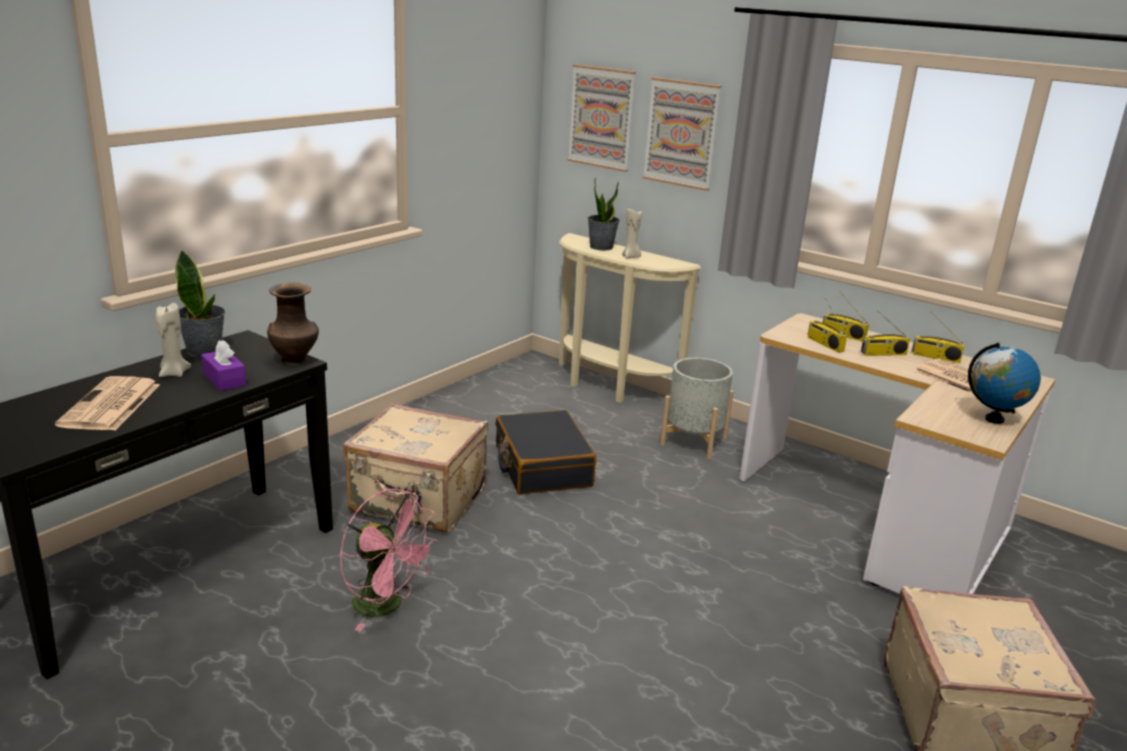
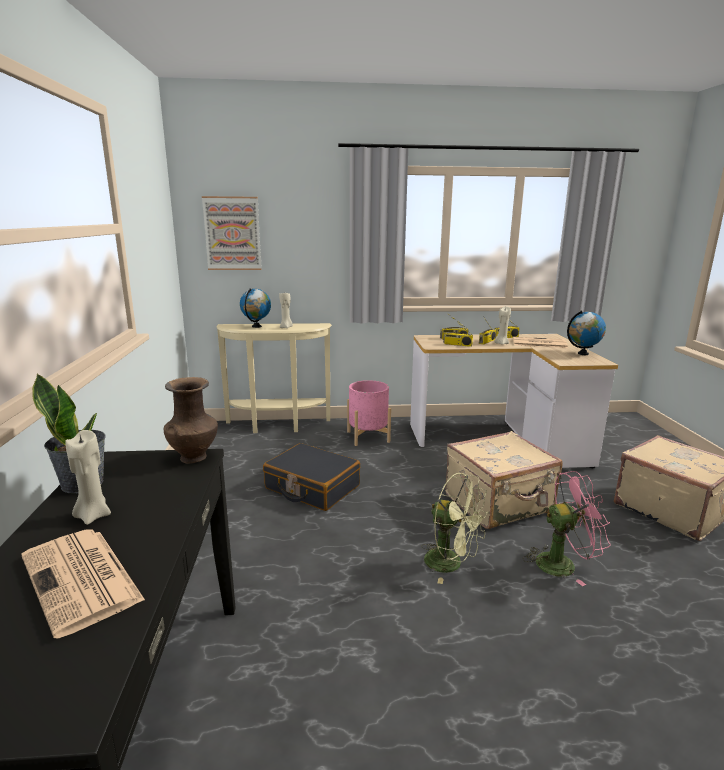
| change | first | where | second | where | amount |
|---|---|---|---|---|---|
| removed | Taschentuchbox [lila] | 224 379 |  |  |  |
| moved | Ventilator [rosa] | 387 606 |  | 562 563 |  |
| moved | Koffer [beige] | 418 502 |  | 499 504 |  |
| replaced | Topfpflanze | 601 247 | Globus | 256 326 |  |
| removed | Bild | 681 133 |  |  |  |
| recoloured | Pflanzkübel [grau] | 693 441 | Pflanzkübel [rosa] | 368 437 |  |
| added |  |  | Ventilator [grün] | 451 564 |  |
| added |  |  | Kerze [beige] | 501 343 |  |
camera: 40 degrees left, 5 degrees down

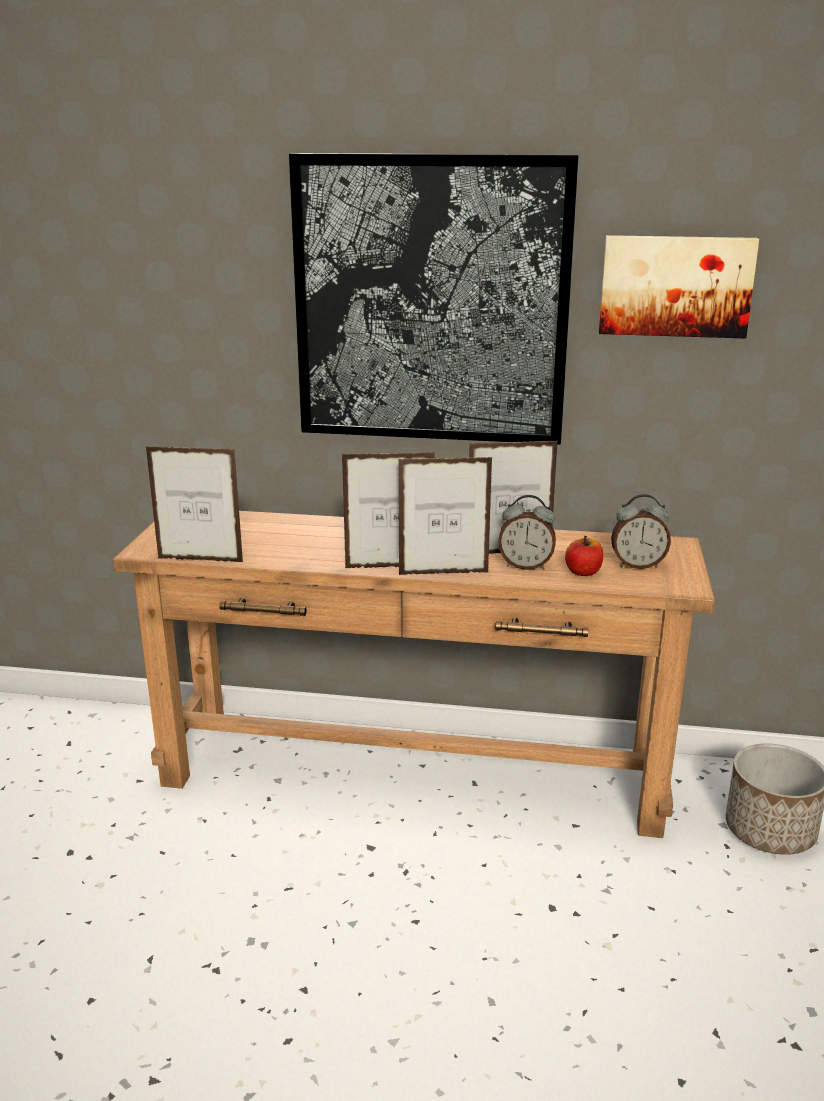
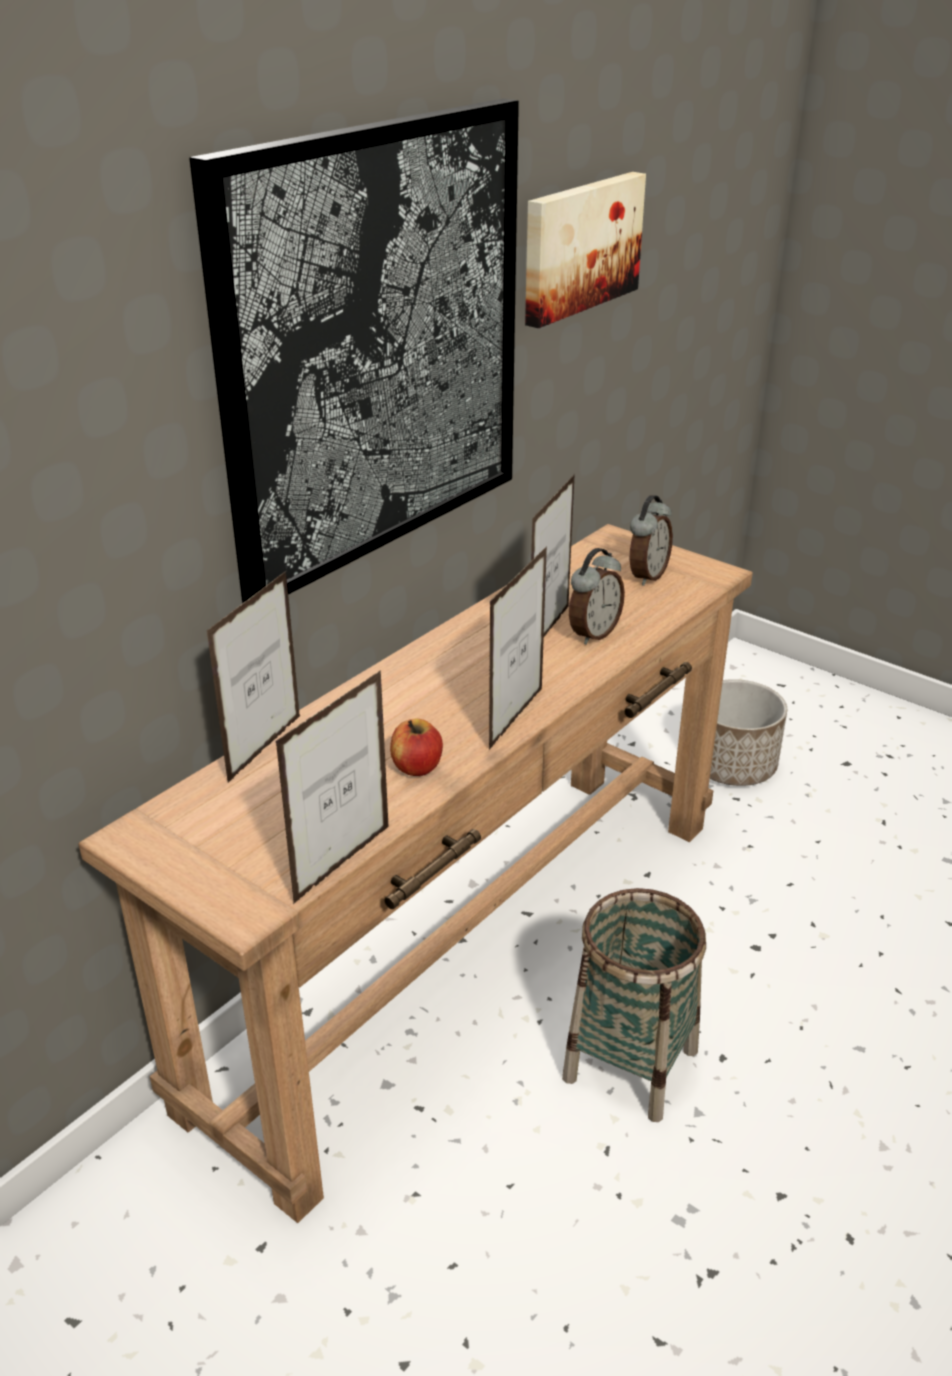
| change | first | where | second | where | amount |
|---|---|---|---|---|---|
| moved | Bilderrahmen | 444 573 |  | 265 748 |  |
| moved | Apfel | 583 572 |  | 417 767 |  |
| added |  |  | Korb | 630 1064 |  |
camera: 60 degrees left, 10 degrees up

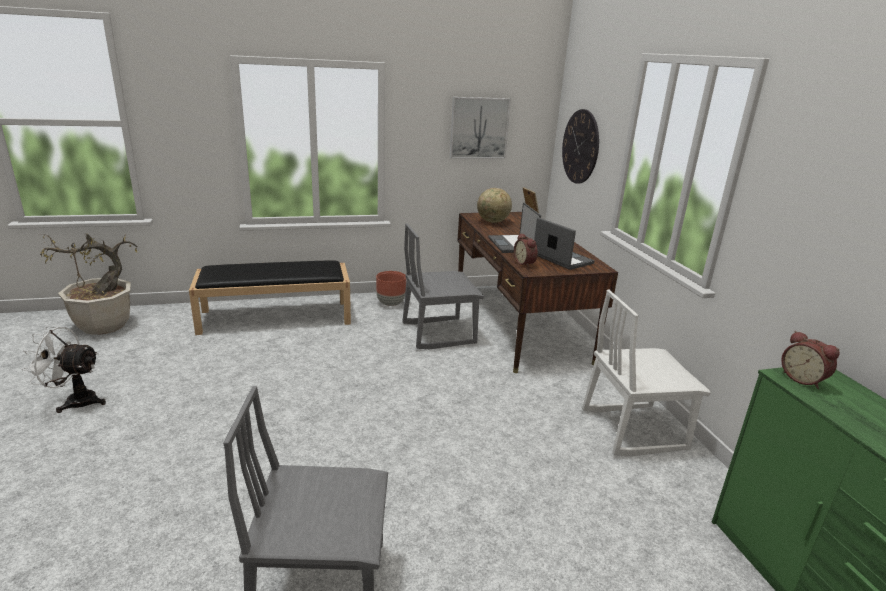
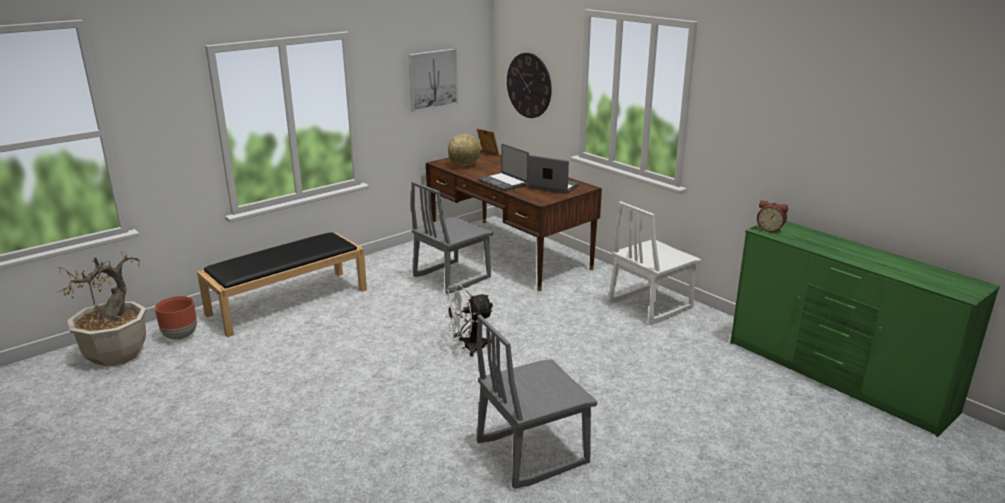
| change | first | where | second | where | amount |
|---|---|---|---|---|---|
| moved | Ventilator [weiß] | 75 401 |  | 468 347 |  |
| moved | Pflanzkübel [braun] | 391 304 |  | 180 336 |  |
| removed | Wecker | 525 263 |  |  |  |
camera: 25 degrees left, 0 degrees up

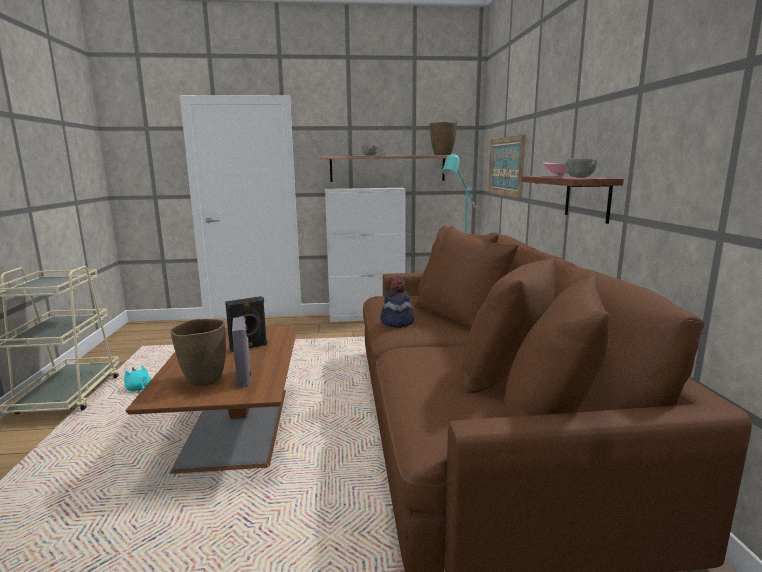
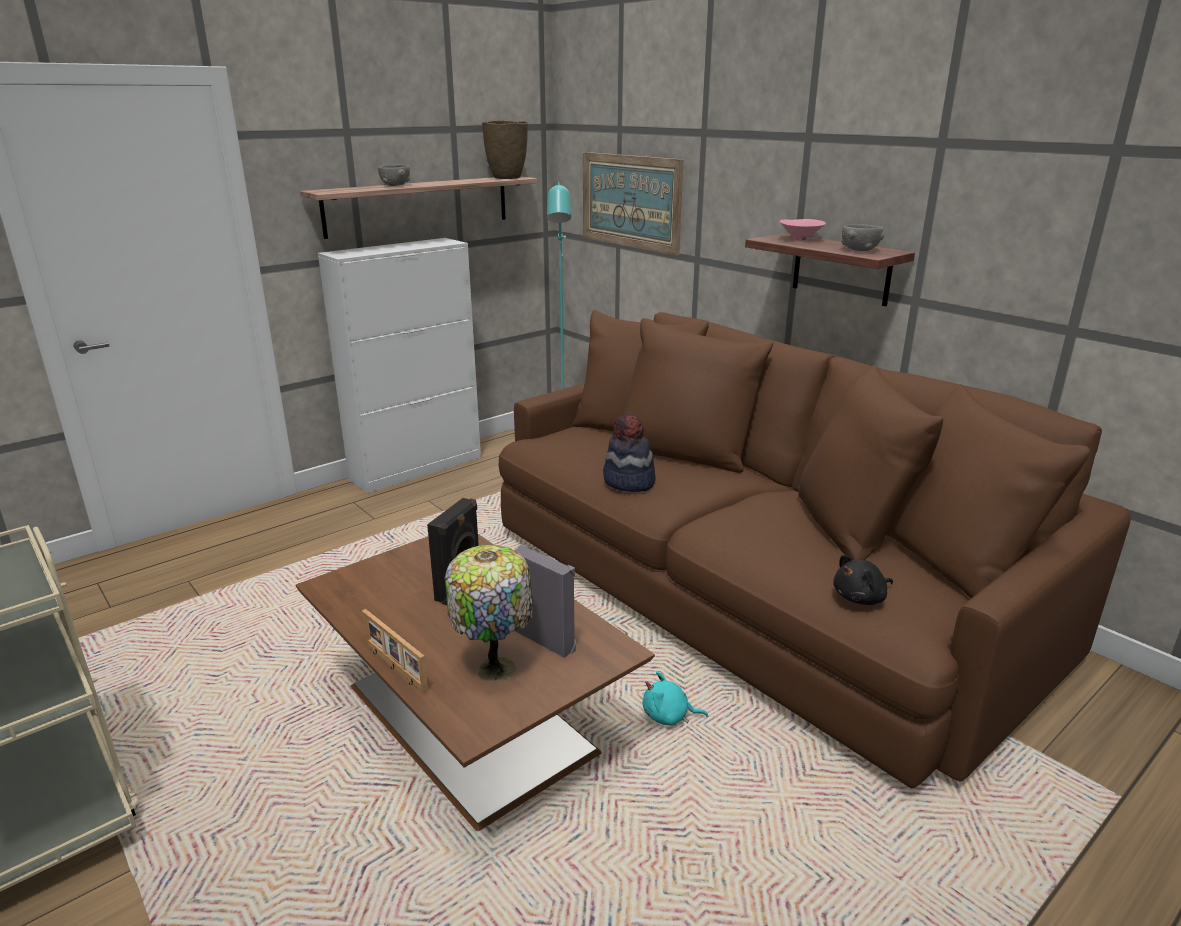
| change | first | where | second | where | amount |
|---|---|---|---|---|---|
| moved | Plüschtier [türkis] | 139 389 |  | 669 716 |  |
| replaced | Vase [braun] | 204 380 | Tischlampe | 494 667 |  |
| added |  |  | Bilderrahmen | 394 668 |  |
| added |  |  | Plüschtier [schwarz] | 861 598 |  |
camera: 35 degrees left, 10 degrees up

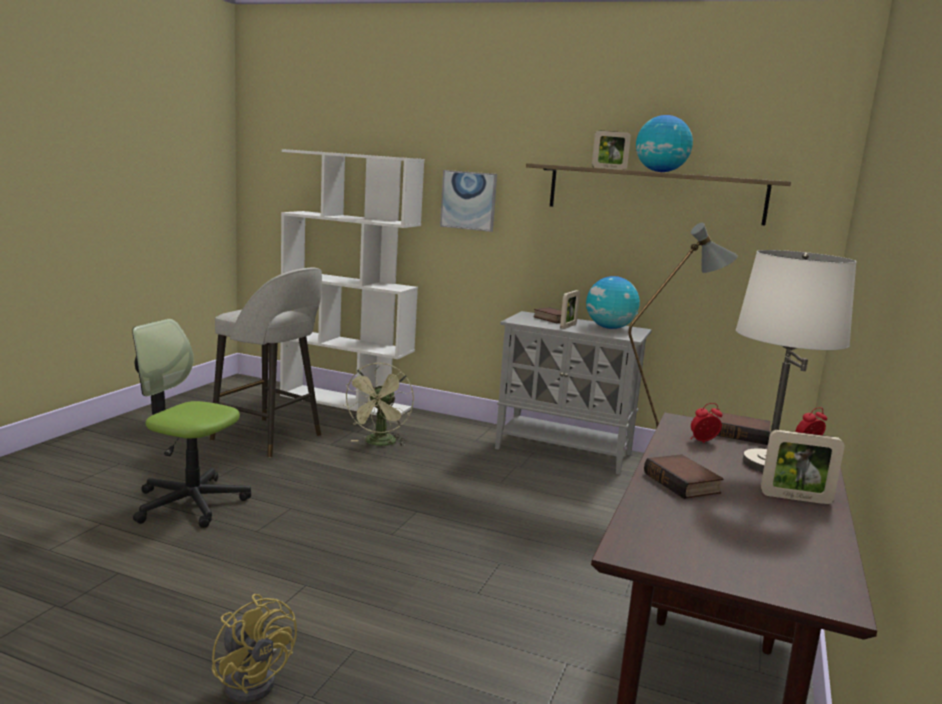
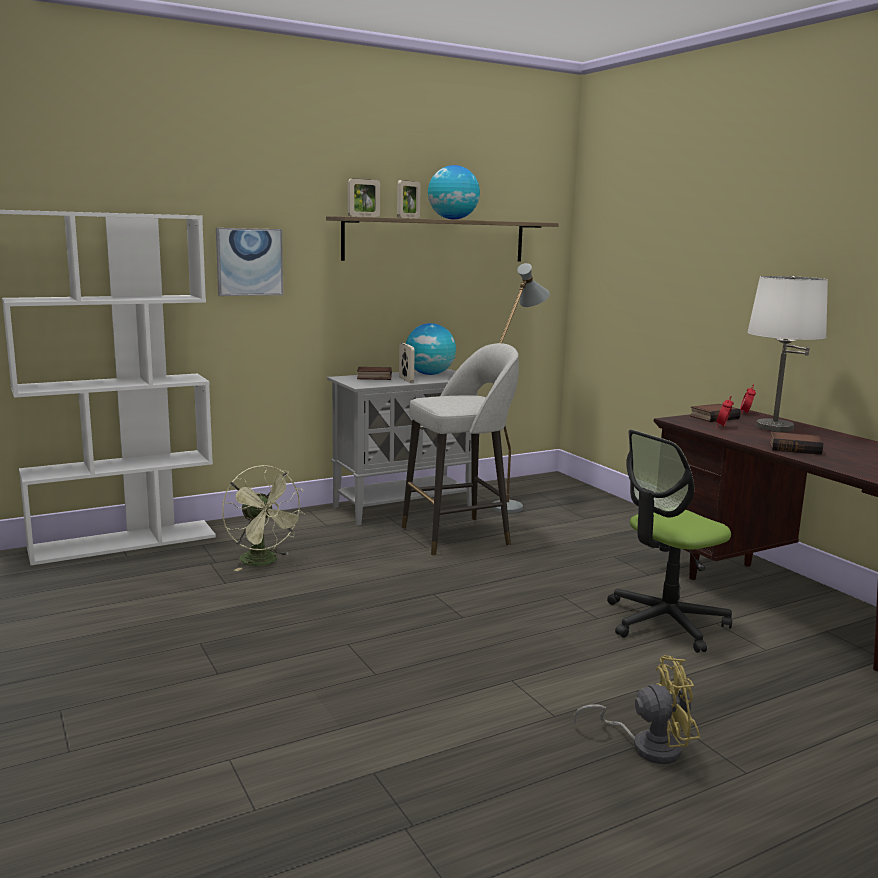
| change | first | where | second | where | amount |
|---|---|---|---|---|---|
| moved | Bürostuhl | 190 503 |  | 665 622 |  |
| moved | Hocker [grau] | 269 438 |  | 458 536 |  |
| moved | Bilderrahmen | 795 498 |  | 364 216 |  |
camera: 50 degrees left, 0 degrees up

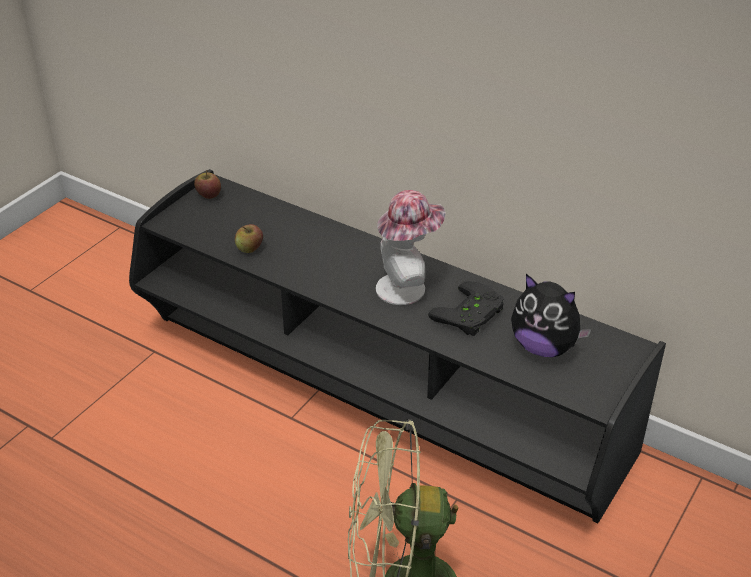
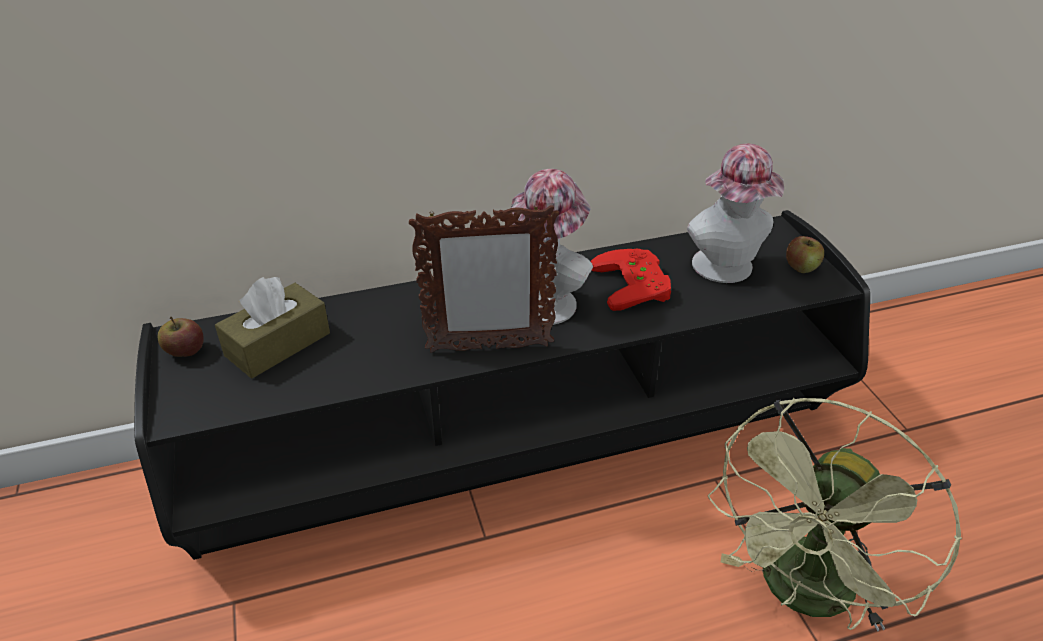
| change | first | where | second | where | amount |
|---|---|---|---|---|---|
| moved | Apfel | 250 248 |  | 801 267 |  |
| recoloured | Gamepad [schwarz] | 471 315 | Gamepad [rot] | 636 284 |  |
| replaced | Plüschtier | 544 347 | Hut | 726 270 |  |
| added |  |  | Taschentuchbox [braun] | 278 344 |  |
| added |  |  | Bilderrahmen | 488 348 |  |
camera: 50 degrees left, 0 degrees up

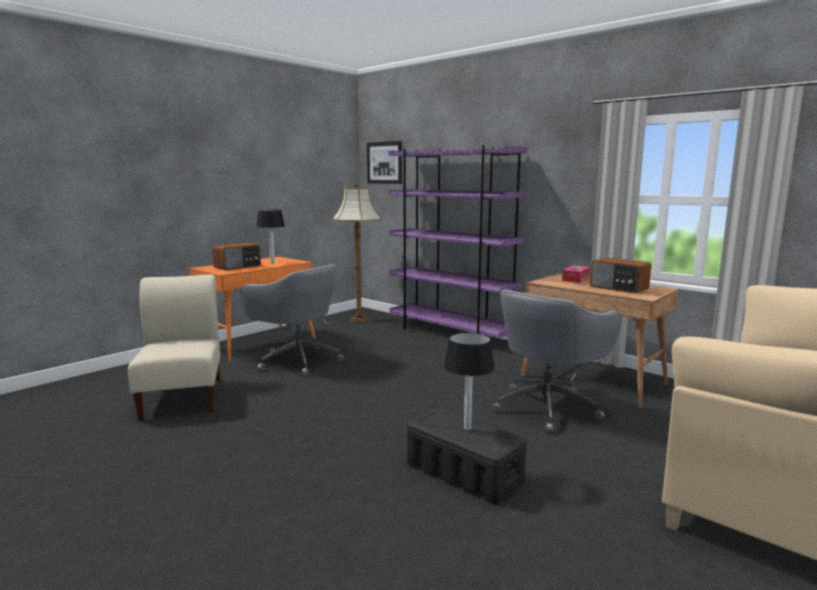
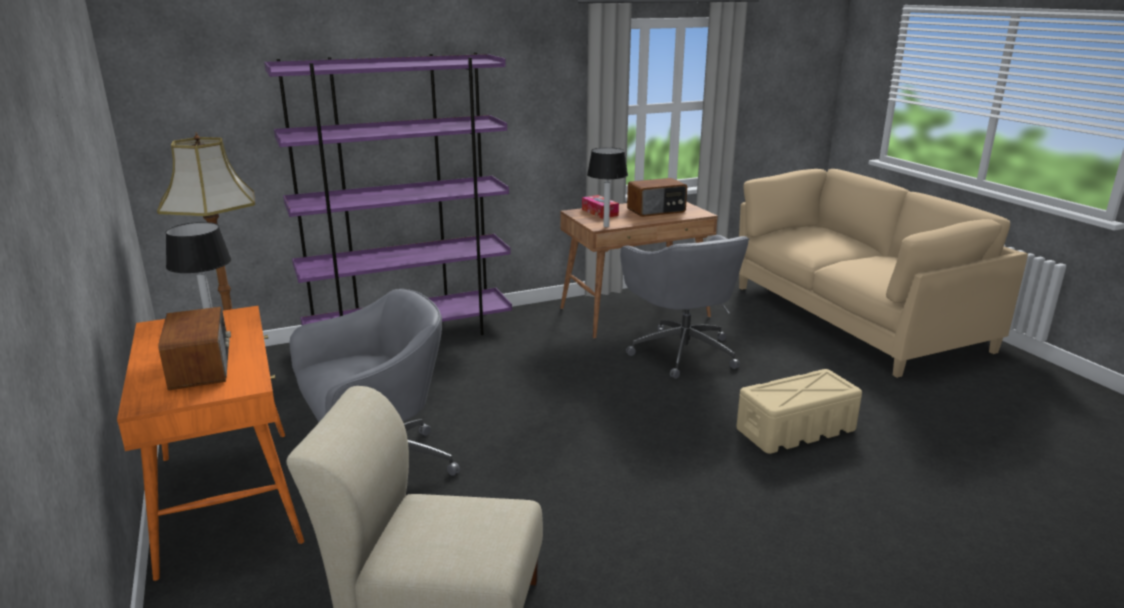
| change | first | where | second | where | amount |
|---|---|---|---|---|---|
| removed | Bild | 384 162 |  |  |  |
| recoloured | Aufbewahrungsbox [schwarz] | 463 472 | Aufbewahrungsbox [beige] | 795 430 |  |
| moved | Tischlampe | 466 428 |  | 606 226 |  |
camera: 65 degrees left, 10 degrees up

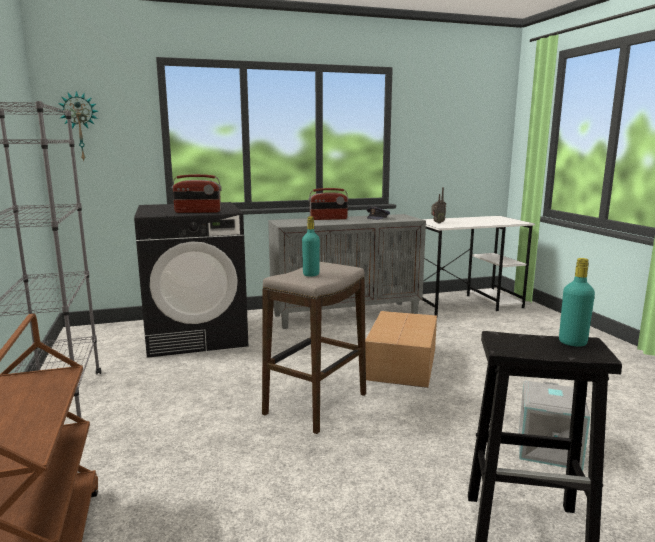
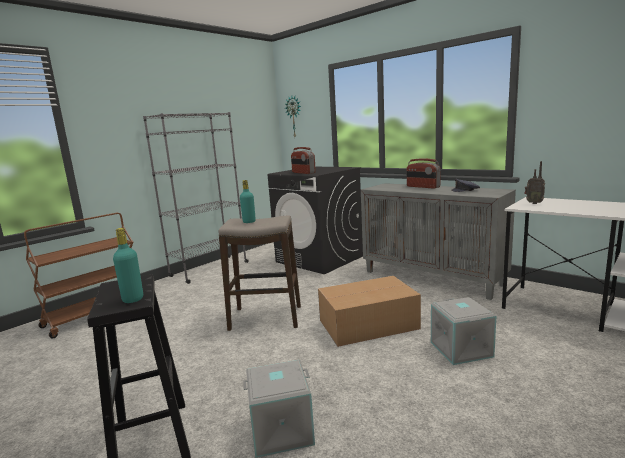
| change | first | where | second | where | amount |
|---|---|---|---|---|---|
| added |  |  | Aufbewahrungsbox [grau] | 462 349 |  |
camera: 60 degrees right, 0 degrees up

